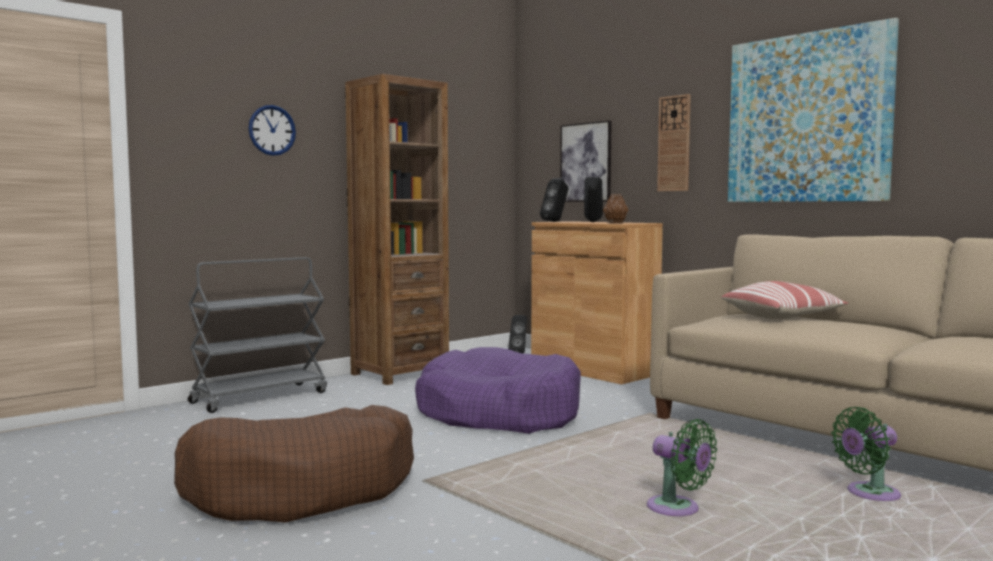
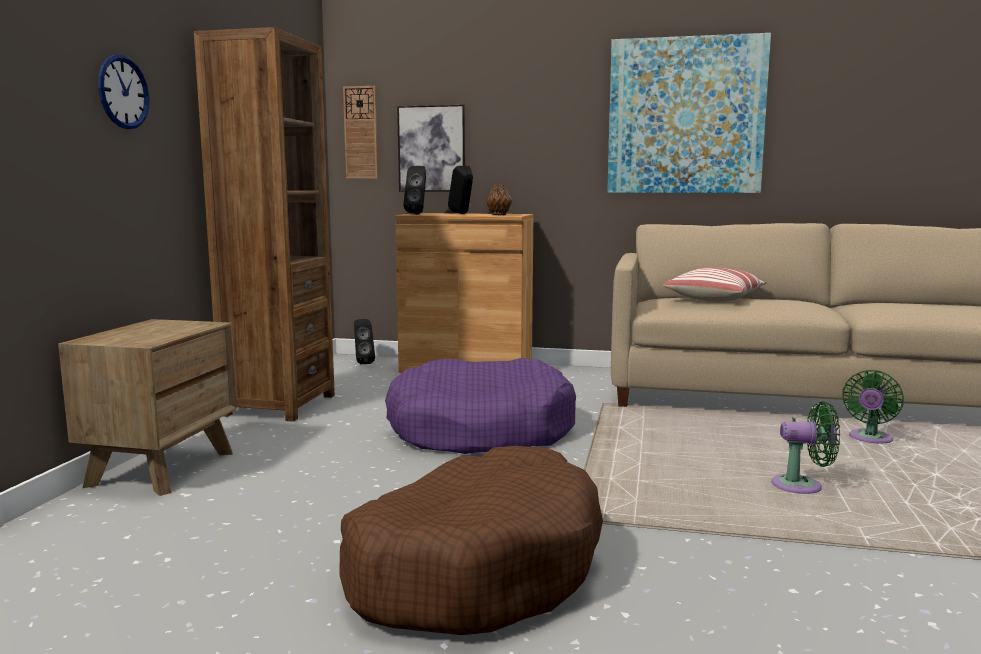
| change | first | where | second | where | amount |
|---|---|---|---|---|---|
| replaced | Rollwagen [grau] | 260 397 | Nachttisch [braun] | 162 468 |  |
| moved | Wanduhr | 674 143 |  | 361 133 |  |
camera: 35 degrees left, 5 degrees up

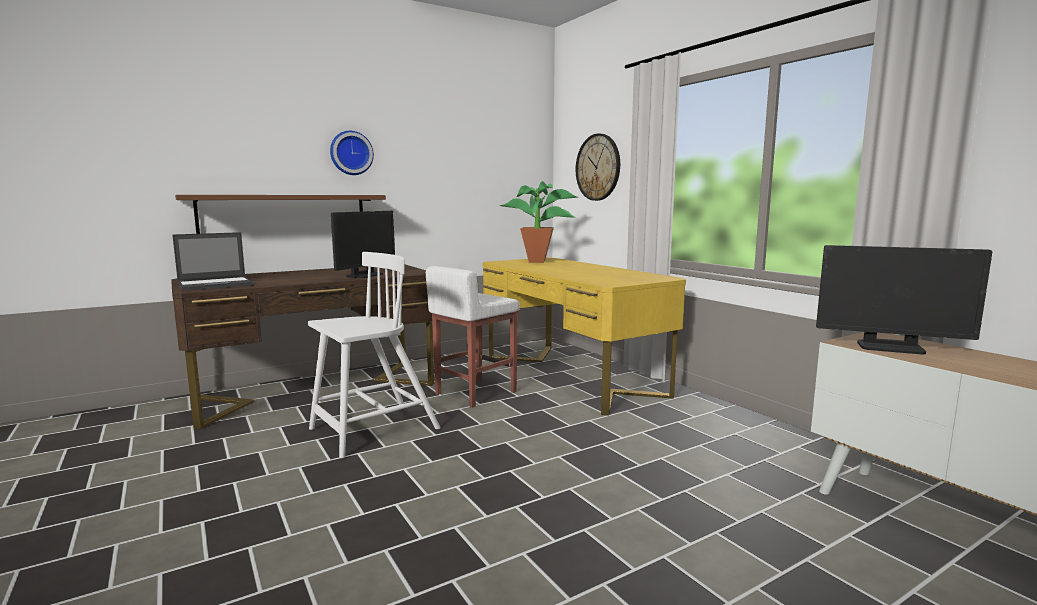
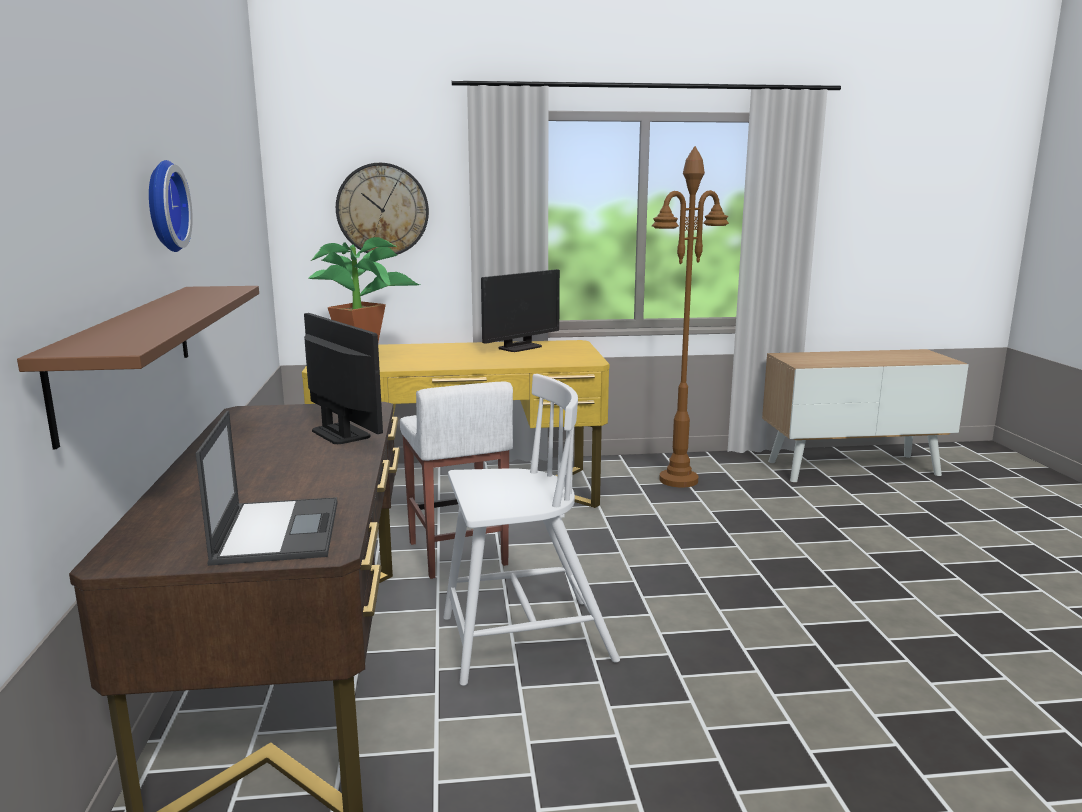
| change | first | where | second | where | amount |
|---|---|---|---|---|---|
| turned | Stuhl [weiß] | 372 430 |  | 523 640 | 90 degrees clockwise |
| moved | Monitor | 890 347 |  | 520 347 |  |
| added |  |  | Stehlampe [braun] | 678 480 |  |
camera: 65 degrees left, 5 degrees up

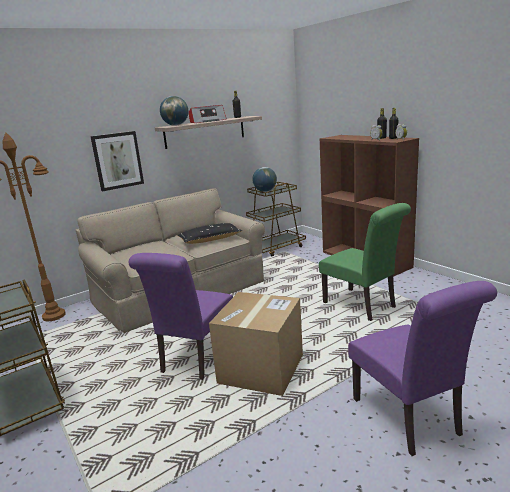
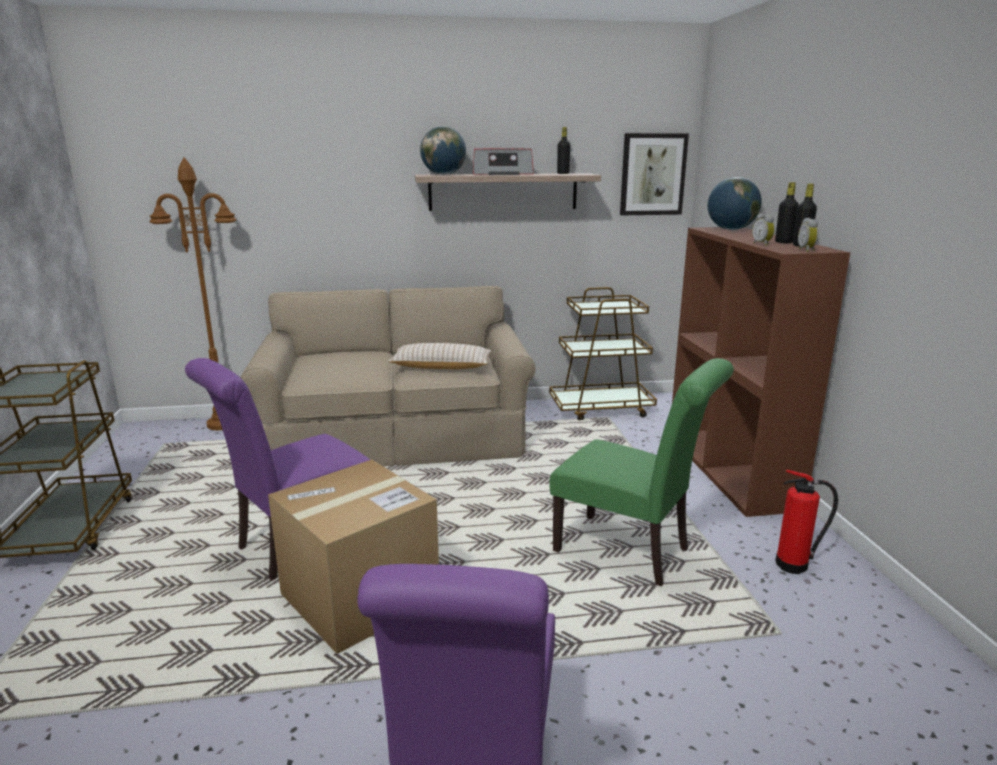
| change | first | where | second | where | amount |
|---|---|---|---|---|---|
| moved | Bild | 117 160 |  | 652 174 |  |
| recoloured | Kissen [schwarz] | 210 239 | Kissen [beige] | 441 367 |  |
| moved | Globus | 265 191 |  | 731 229 |  |
| turned | Stuhl [grün] | 363 306 |  | 629 553 | 45 degrees counterclockwise |
| added |  |  | Feuerlöscher | 795 565 |  |
camera: 25 degrees right, 0 degrees up

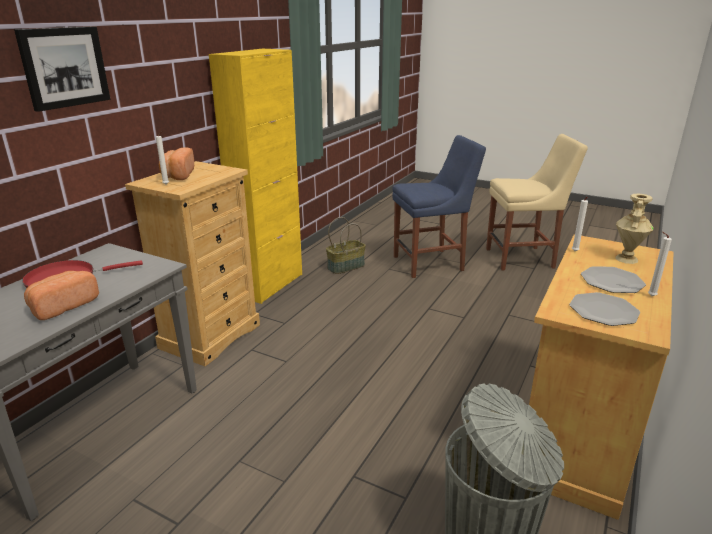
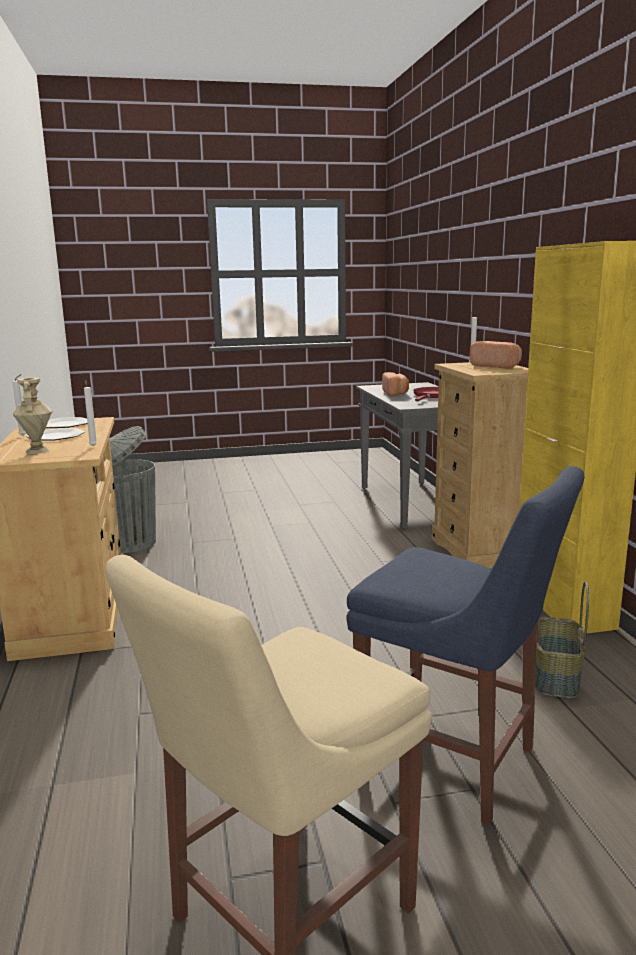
| change | first | where | second | where | amount |
|---|---|---|---|---|---|
| removed | Bild | 64 67 |  |  |  |
| turned | Stuhl [blau] | 431 263 |  | 455 763 | 90 degrees counterclockwise |
camera: 140 degrees right, 10 degrees down

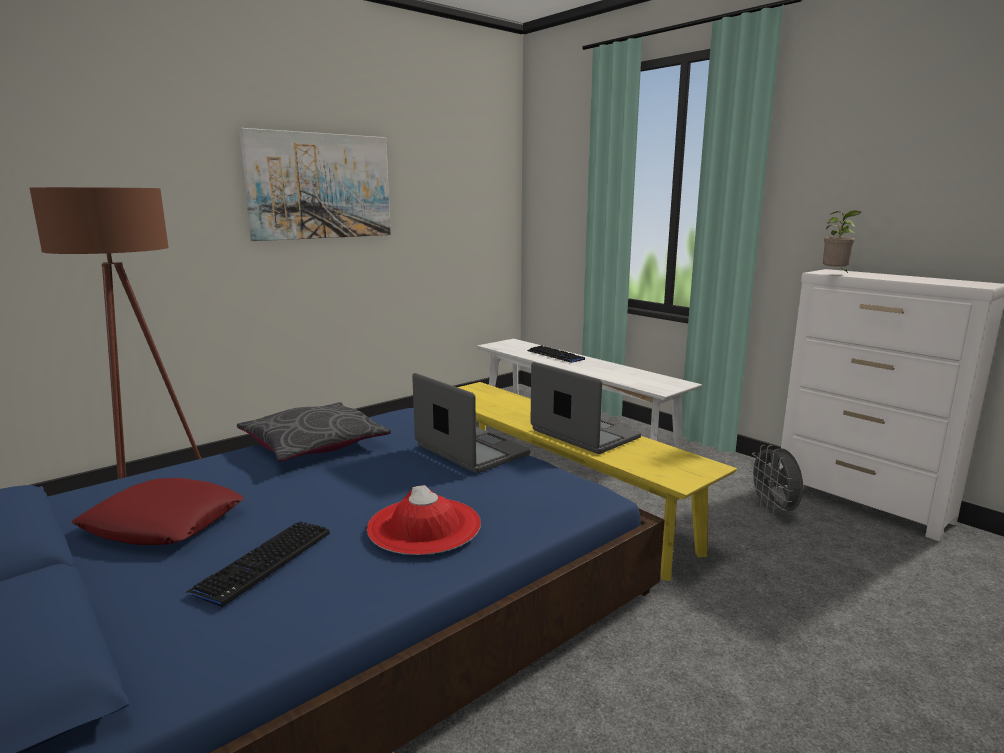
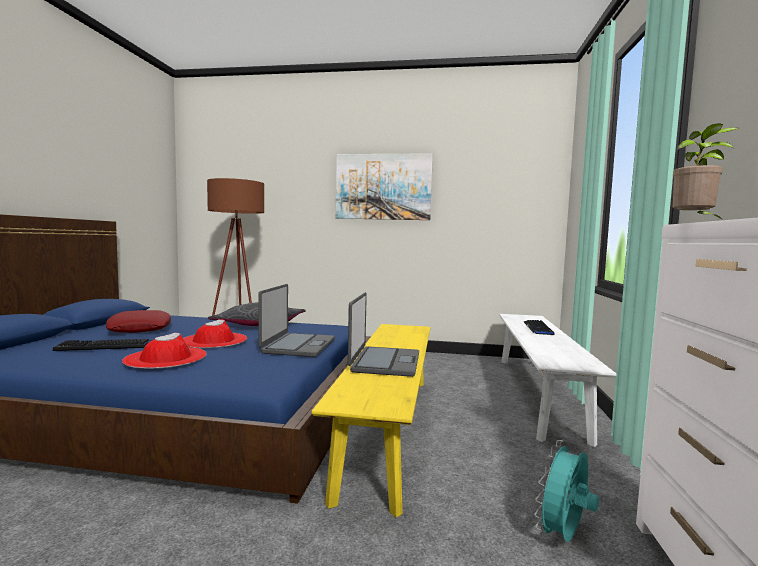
| change | first | where | second | where | amount |
|---|---|---|---|---|---|
| recoloured | Ventilator [grau] | 773 512 | Ventilator [türkis] | 563 537 |  |
| added |  |  | Hut [rot] | 213 340 |  |
camera: 50 degrees right, 10 degrees down

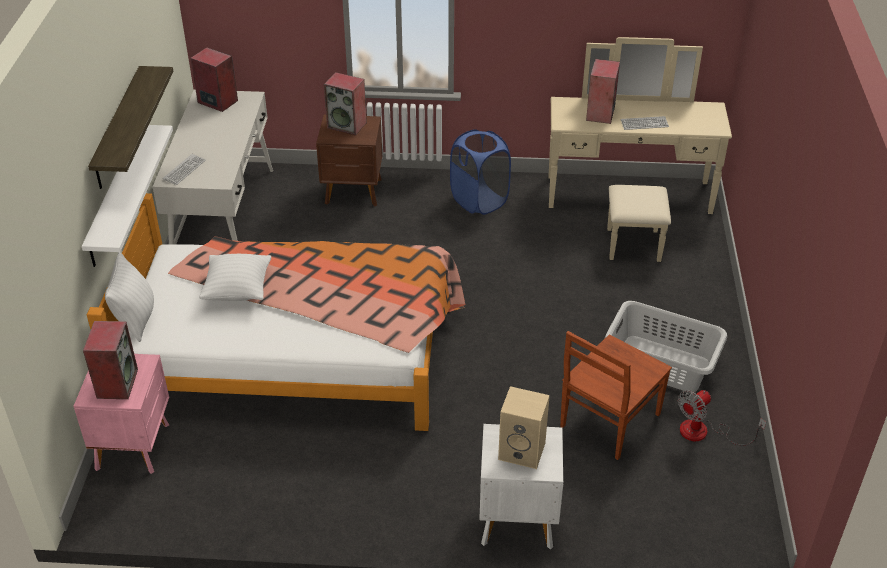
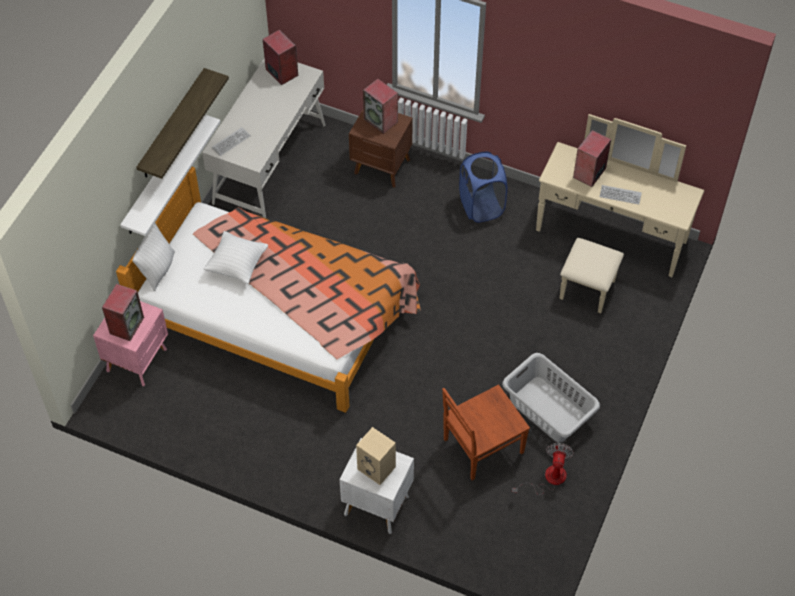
| change | first | where | second | where | amount |
|---|---|---|---|---|---|
| turned | Ventilator | 704 432 |  | 548 479 | 120 degrees clockwise |
camera: 20 degrees right, 15 degrees up

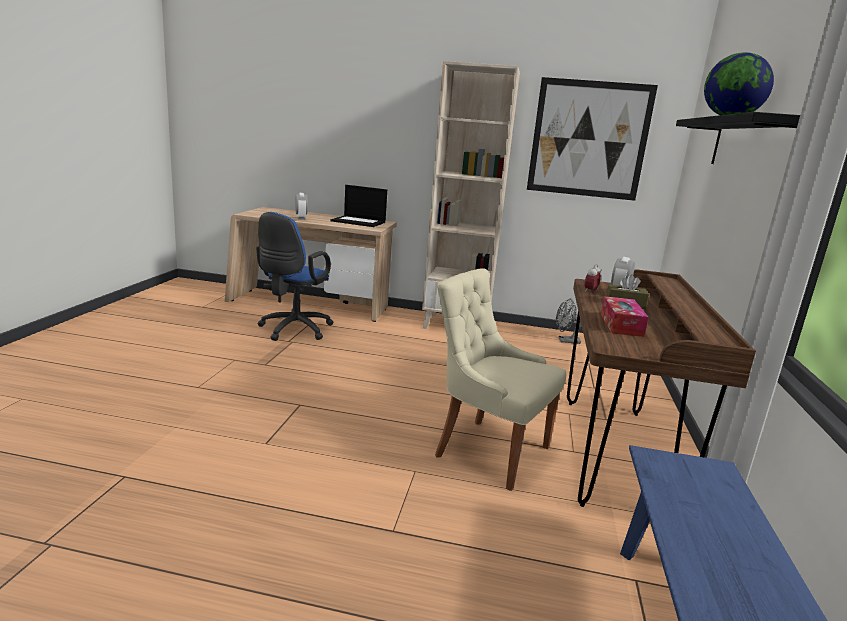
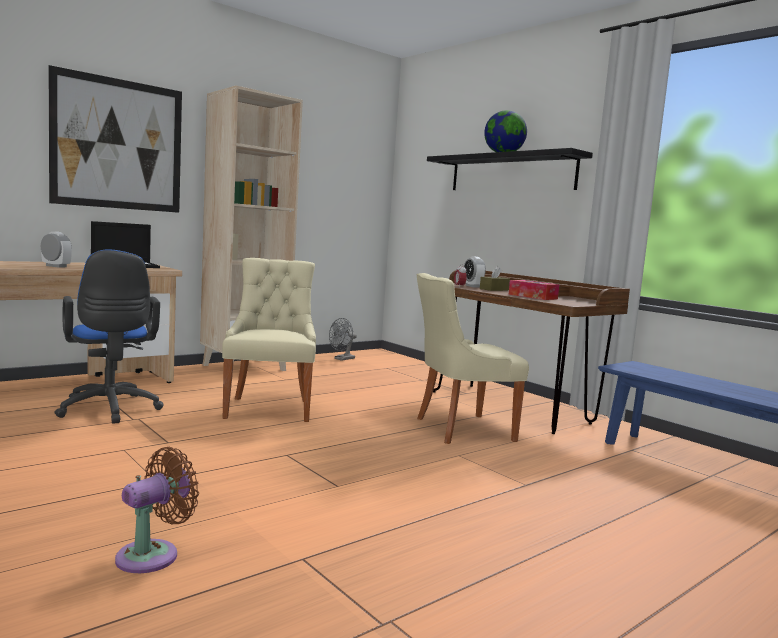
| change | first | where | second | where | amount |
|---|---|---|---|---|---|
| moved | Bild | 589 139 |  | 118 144 |  |
| added |  |  | Ventilator [braun] | 153 555 |  |
| added |  |  | Stuhl [beige] | 269 408 |  |
camera: 50 degrees left, 10 degrees down

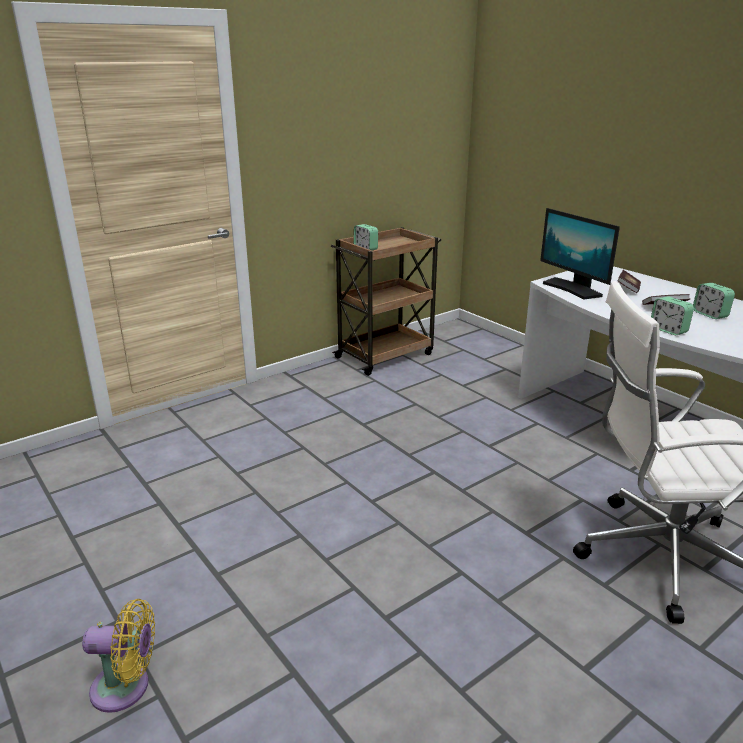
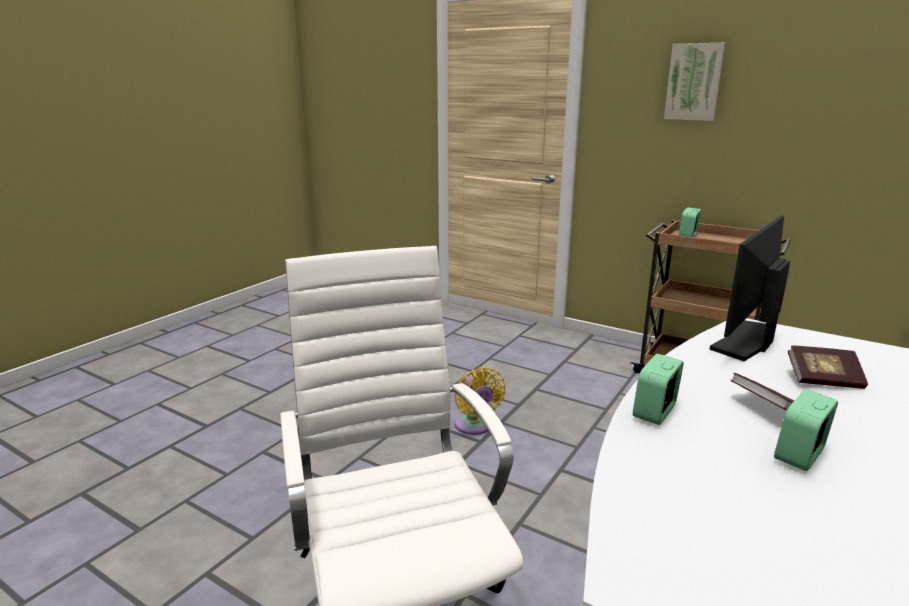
| change | first | where | second | where | amount |
|---|---|---|---|---|---|
| moved | Ventilator [gelb] | 126 687 |  | 475 426 |  |
| added |  |  | Bild | 694 82 |  |
camera: 70 degrees right, 5 degrees down

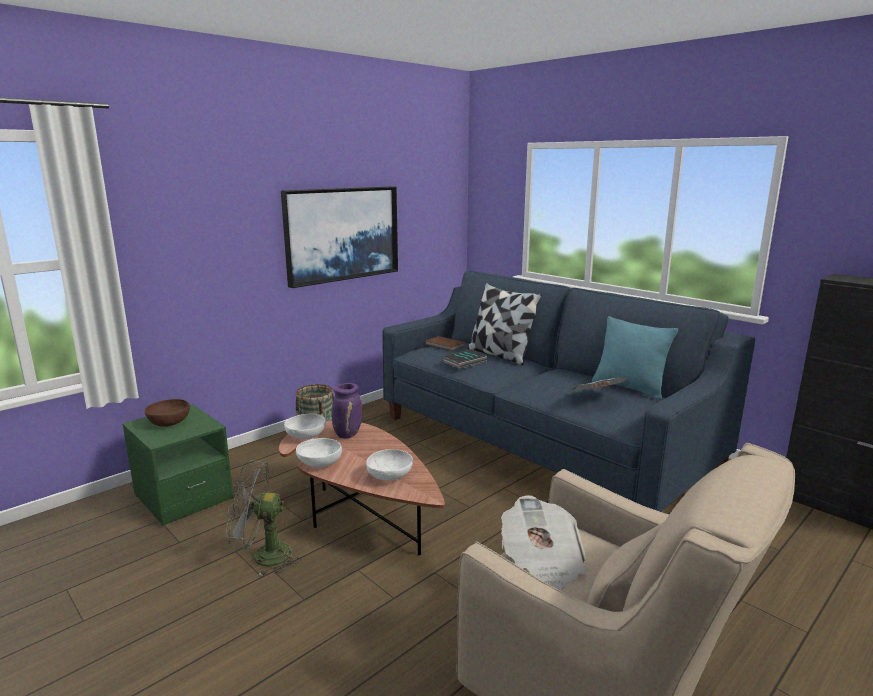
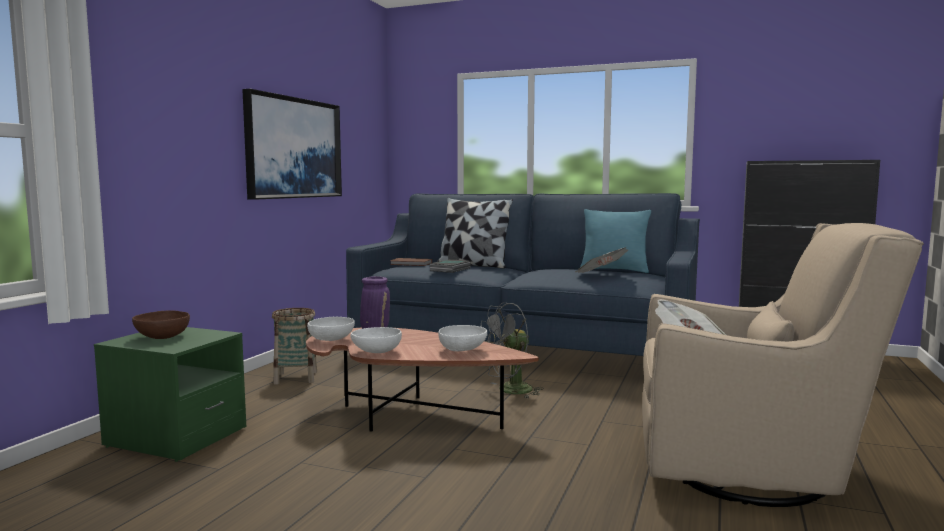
| change | first | where | second | where | amount |
|---|---|---|---|---|---|
| moved | Ventilator [grau] | 263 556 |  | 509 391 |  |
camera: 25 degrees left, 10 degrees down

